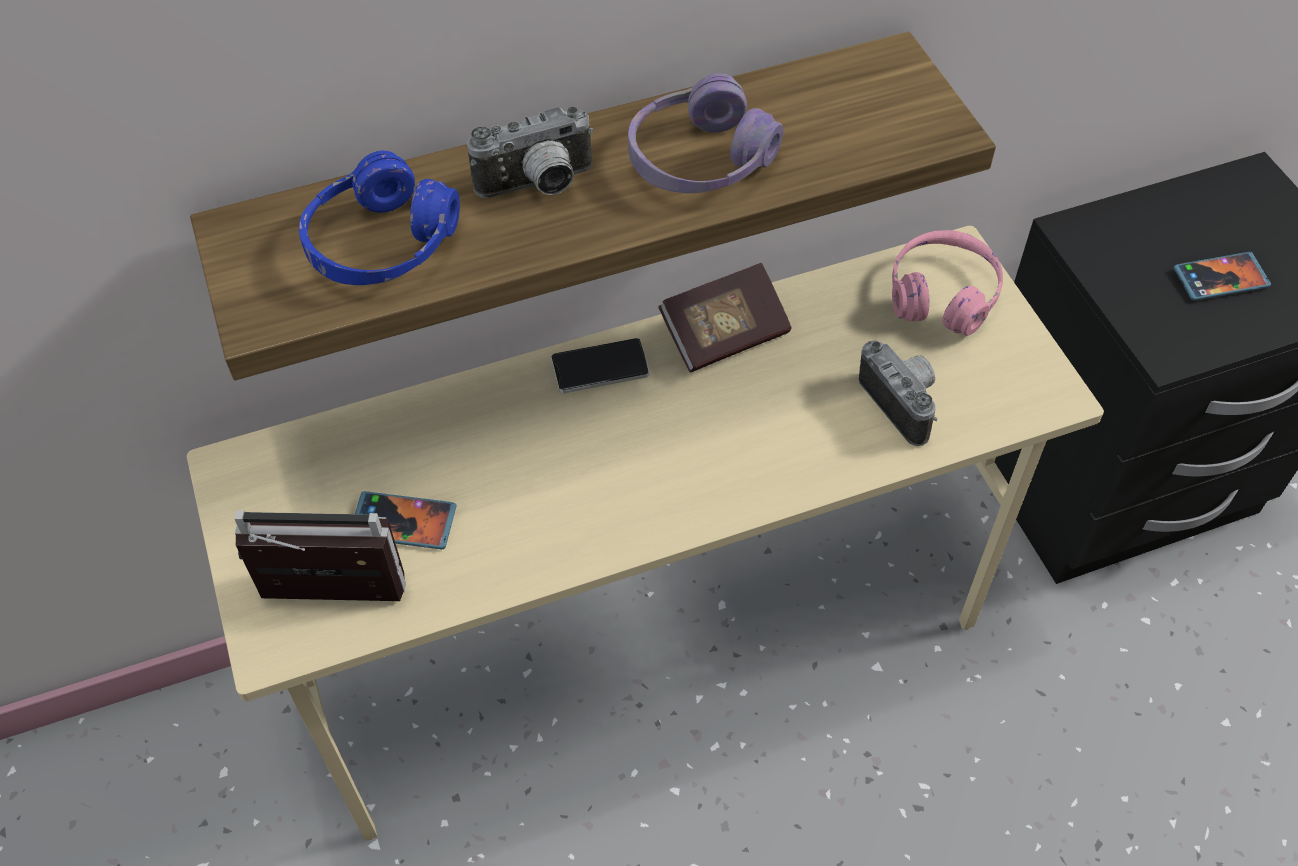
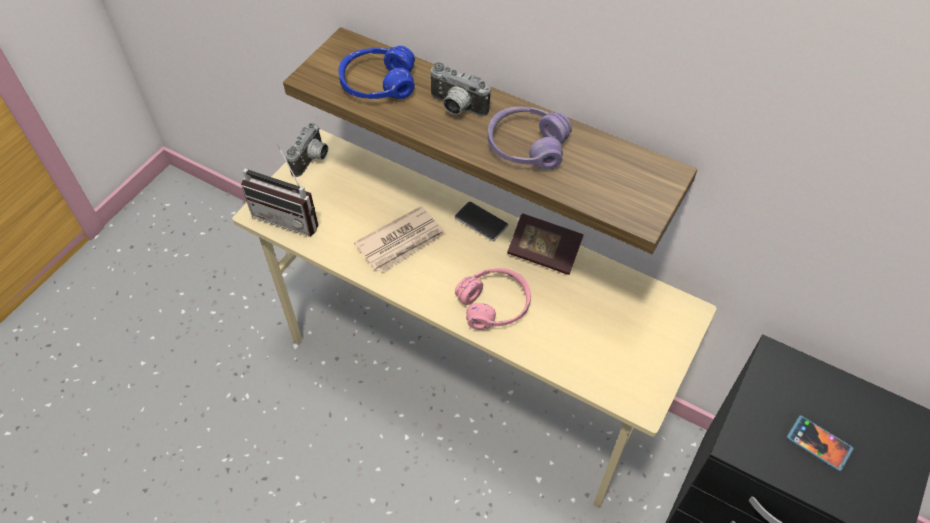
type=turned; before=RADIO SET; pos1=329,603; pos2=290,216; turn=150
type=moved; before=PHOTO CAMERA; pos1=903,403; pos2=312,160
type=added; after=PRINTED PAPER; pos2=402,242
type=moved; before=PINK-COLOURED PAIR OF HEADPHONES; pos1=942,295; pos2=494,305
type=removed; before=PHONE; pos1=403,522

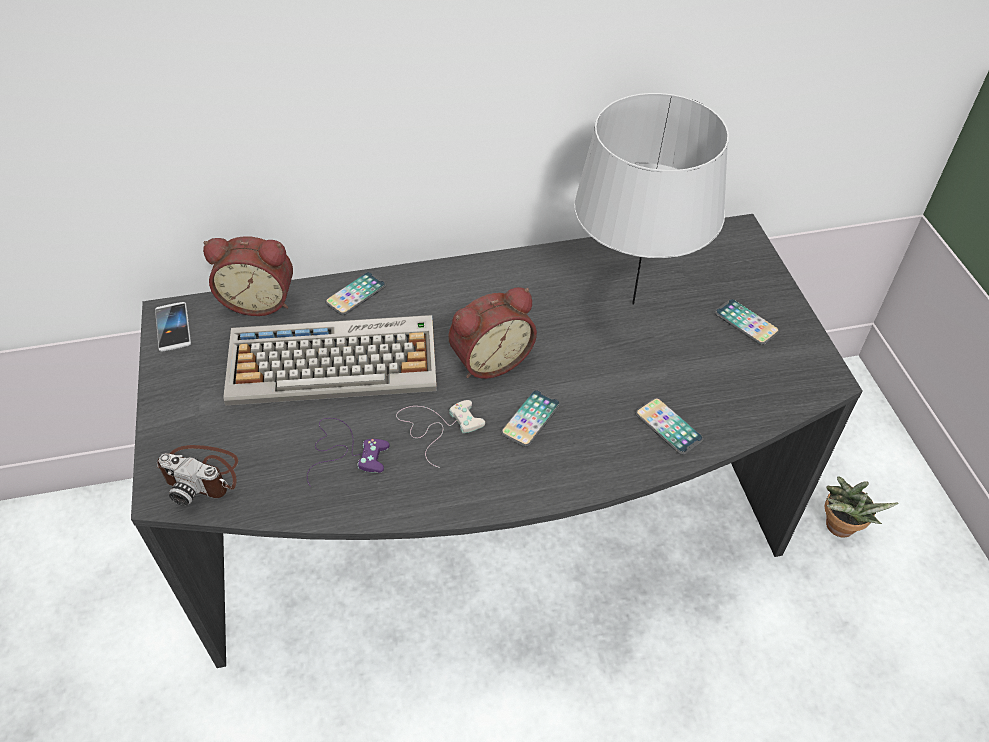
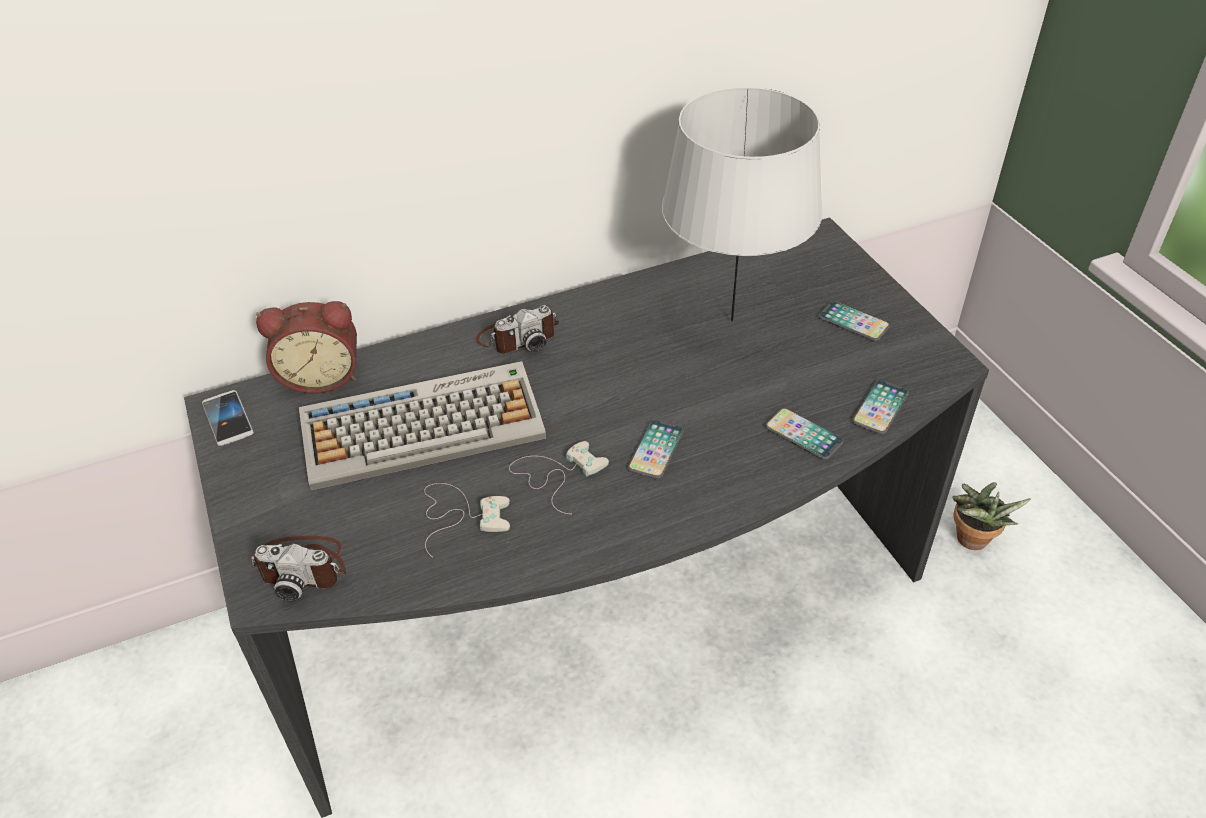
type=recoloured; before=PURPLISH GAMEPAD; after=WHITE GAMEPAD; pos1=345,450; pos2=460,515
type=added; after=PHOTO CAMERA; pos2=518,337
type=moved; before=PHONE; pos1=356,294; pos2=880,408
type=removed; before=TABLE CLOCK; pos1=490,359

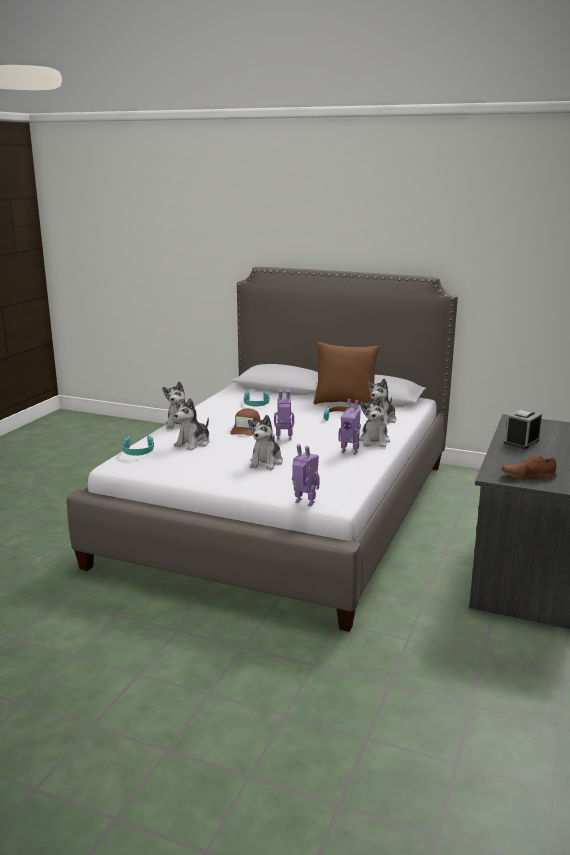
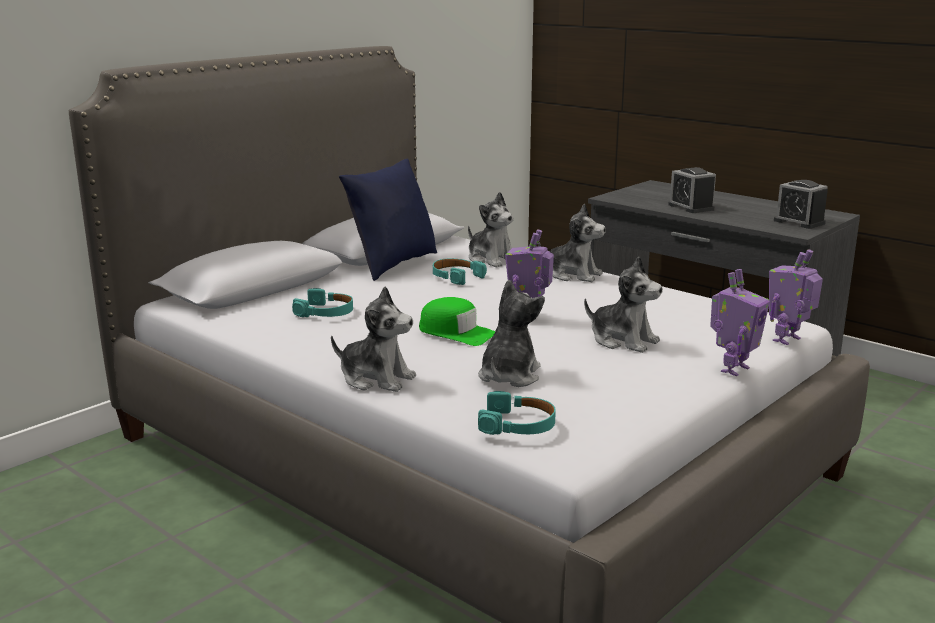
type=recoloured; before=BROWNISH THROW PILLOW; after=BLUISH THROW PILLOW; pos1=345,403; pos2=392,265
type=recoloured; before=BROWNISH CAP; after=GREEN-COLOURED CAP; pos1=246,428; pos2=457,332
type=turned; before=CUDDLY TOY; pos1=193,443; pos2=509,376; turn=-120
type=moved; before=MODEL ROBOT; pos1=350,451; pos2=733,369
type=replaced; before=BROWNISH LOW SHOE; after=TABLE CLOCK; pos1=527,476; pos2=799,222

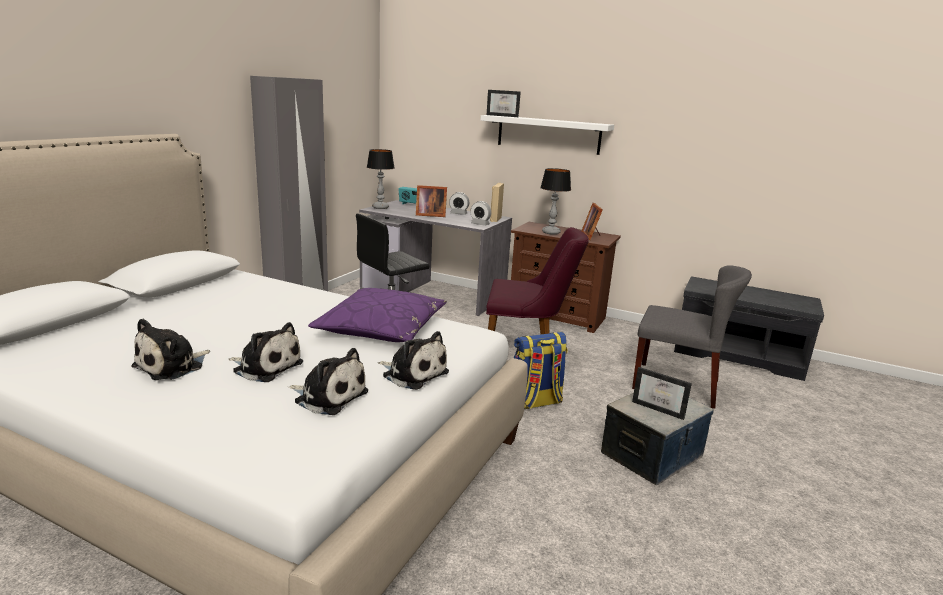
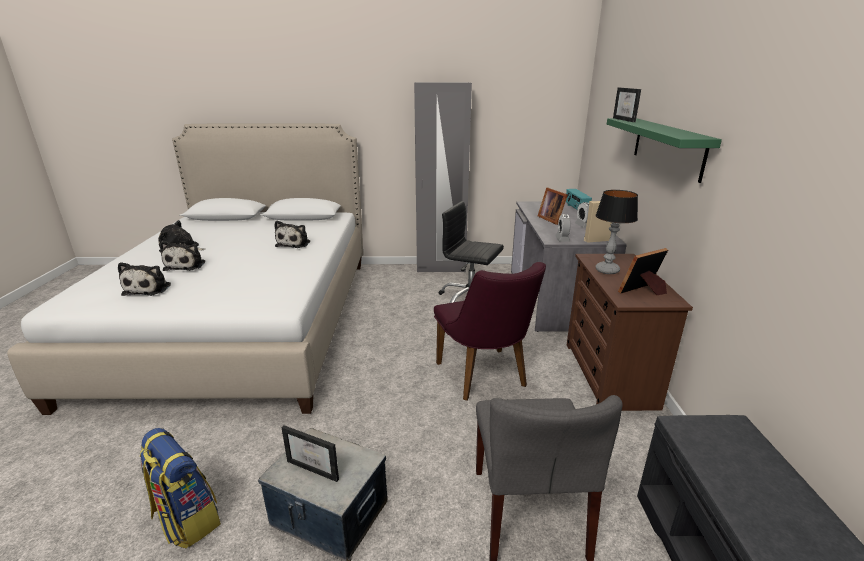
type=moved; before=RUCKSACK; pos1=534,402; pos2=186,519
type=moved; before=CUDDLY TOY; pos1=413,373; pos2=294,243
type=turned; before=PICTURE FRAME; pos1=660,408; pos2=317,466; turn=-75
type=recoloured; before=WHITE BRACKET SHELF; after=GREEN-COLOURED BRACKET SHELF; pos1=548,134; pos2=667,147
type=removed; before=PURPLISH THROW PILLOW; pos1=381,328
type=removed; before=TABLE LAMP; pos1=380,207

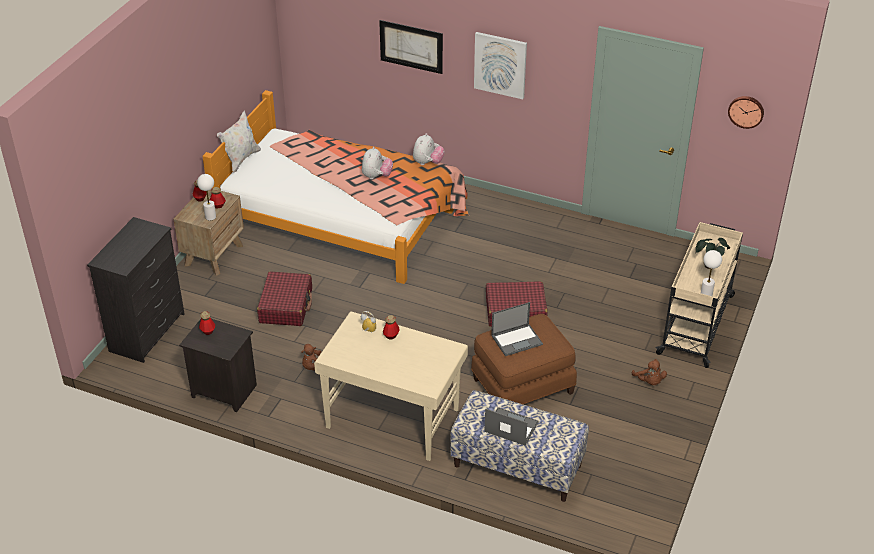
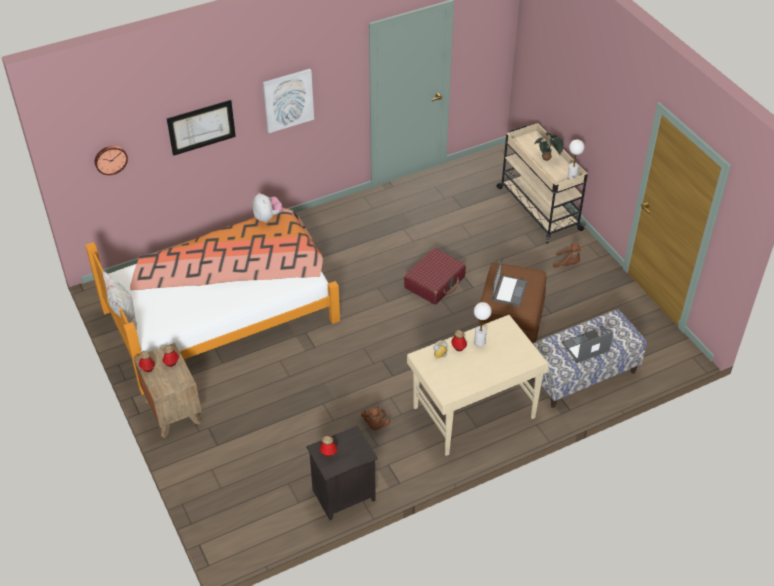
type=moved; before=WALL CLOCK; pos1=746,111; pos2=110,159
type=moved; before=WHITE TABLE LAMP; pos1=210,217; pos2=479,342
type=removed; before=BLACK-COLOURED DRAWER CHEST; pos1=148,332
type=removed; before=RED-COLOURED SUITCASE; pos1=286,306
type=removed; before=CUDDLY TOY; pos1=376,176

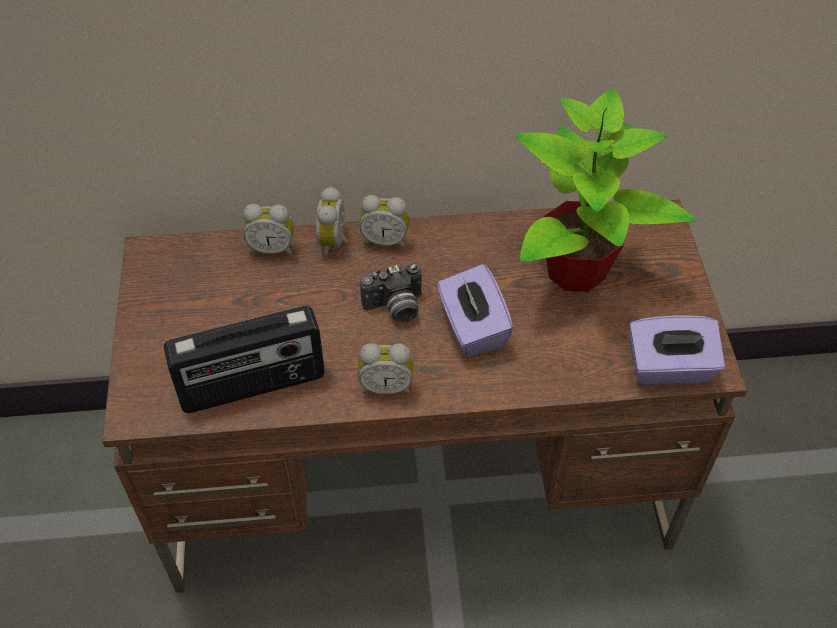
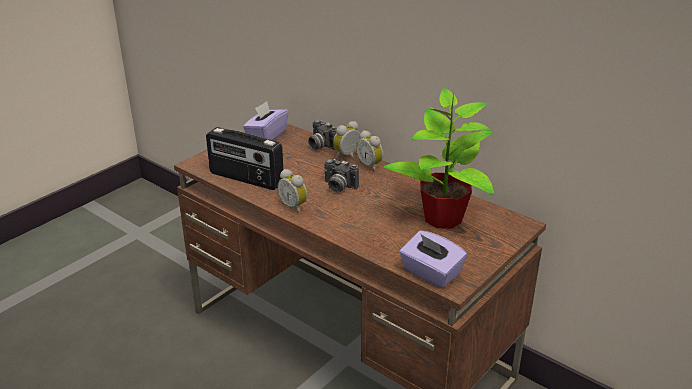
type=moved; before=PURPLISH BOX OF TISSUES; pos1=472,328; pos2=266,136
type=replaced; before=TABLE CLOCK; after=PHOTO CAMERA; pos1=272,248; pos2=320,146

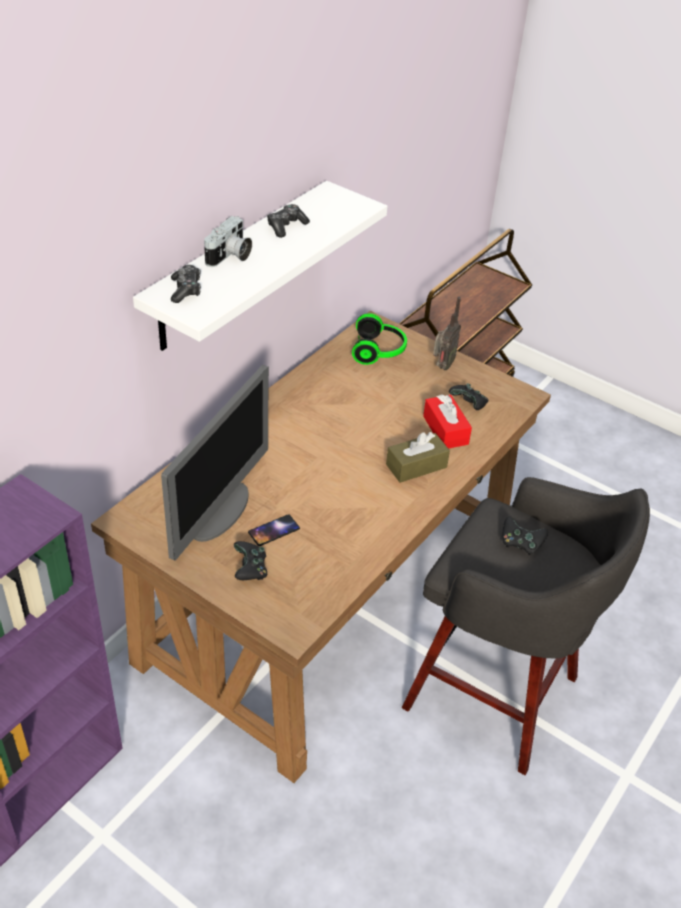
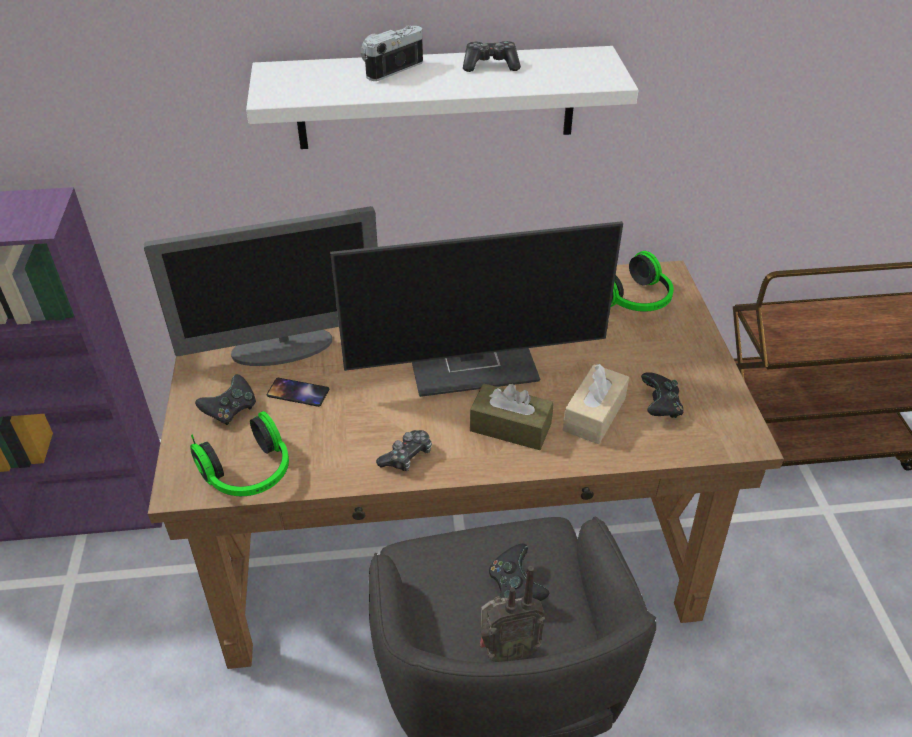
type=added; after=PAIR OF HEADPHONES; pos2=249,474
type=added; after=COMPUTER DISPLAY; pos2=475,364
type=turned; before=PHOTO CAMERA; pos1=230,256; pos2=389,67; turn=150
type=moved; before=GAMEPAD; pos1=186,290; pos2=407,456
type=moved; before=RADIO SET; pos1=442,366; pos2=507,650
type=recoloured; before=RED-COLOURED BOX OF TISSUES; after=BEIGE BOX OF TISSUES; pos1=445,430; pos2=594,414

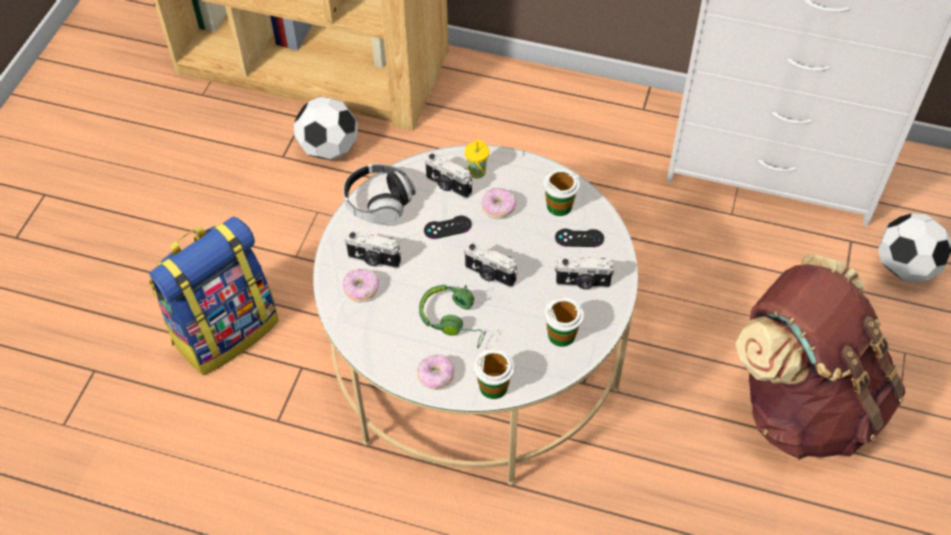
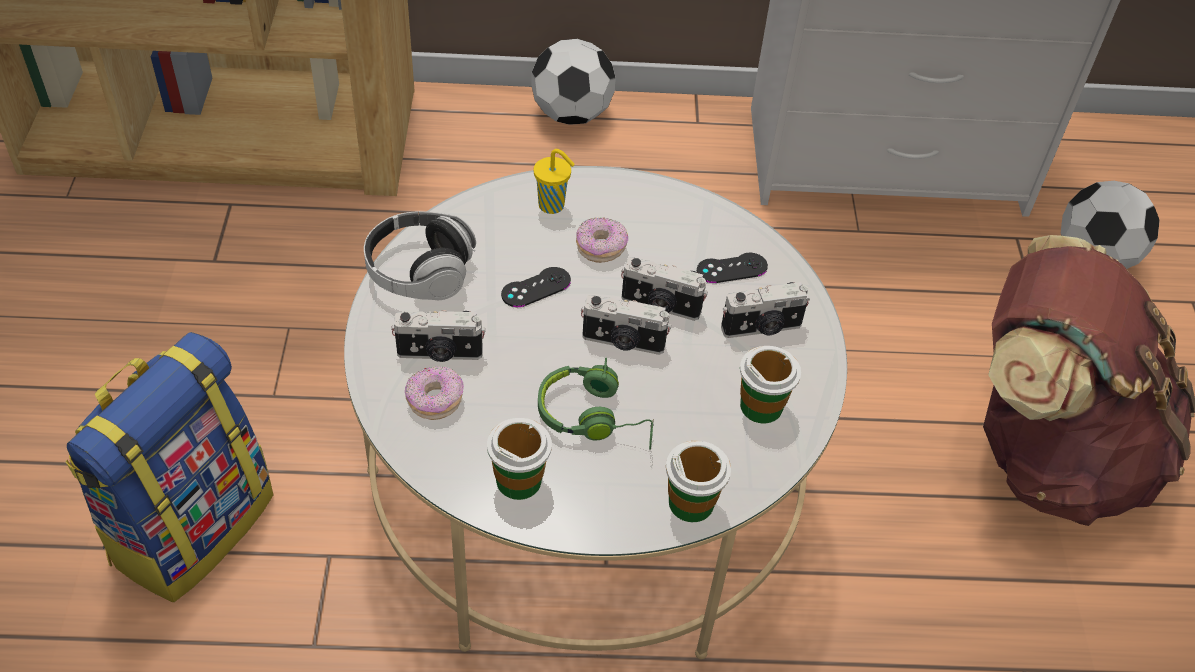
type=moved; before=DRINKING CUP; pos1=559,206; pos2=519,480
type=moved; before=FOOTBALL BALL; pos1=329,149; pos2=571,114
type=moved; before=PHOTO CAMERA; pos1=448,186; pos2=660,306
type=removed; before=DOUGHNUT; pos1=436,376

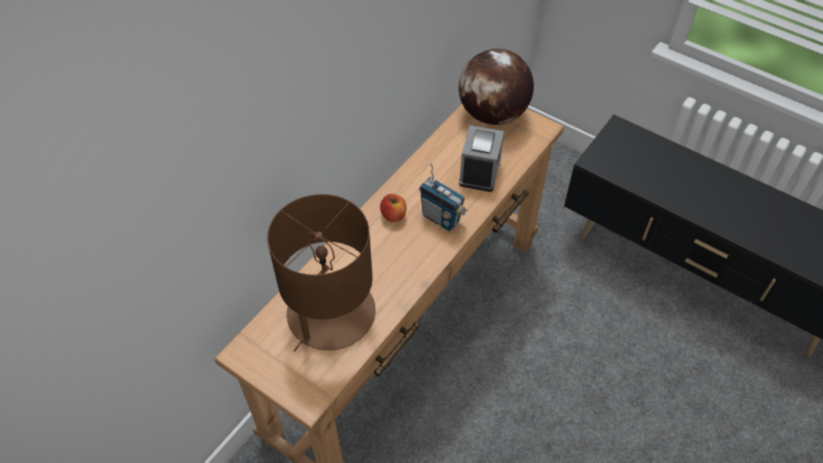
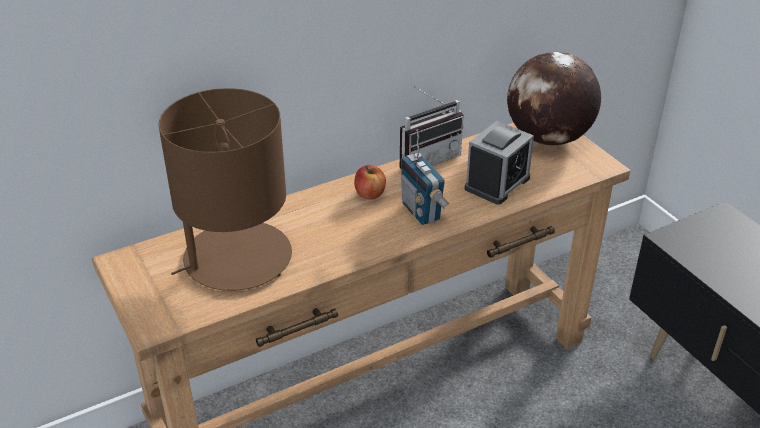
type=added; after=RADIO SET; pos2=426,158

